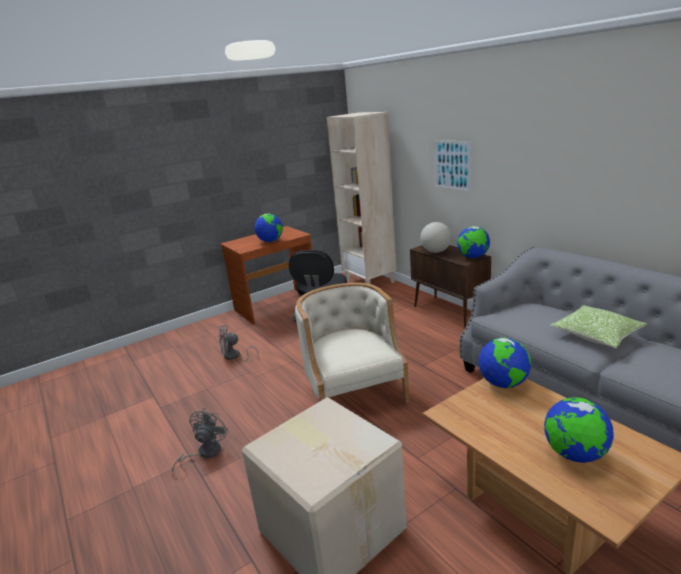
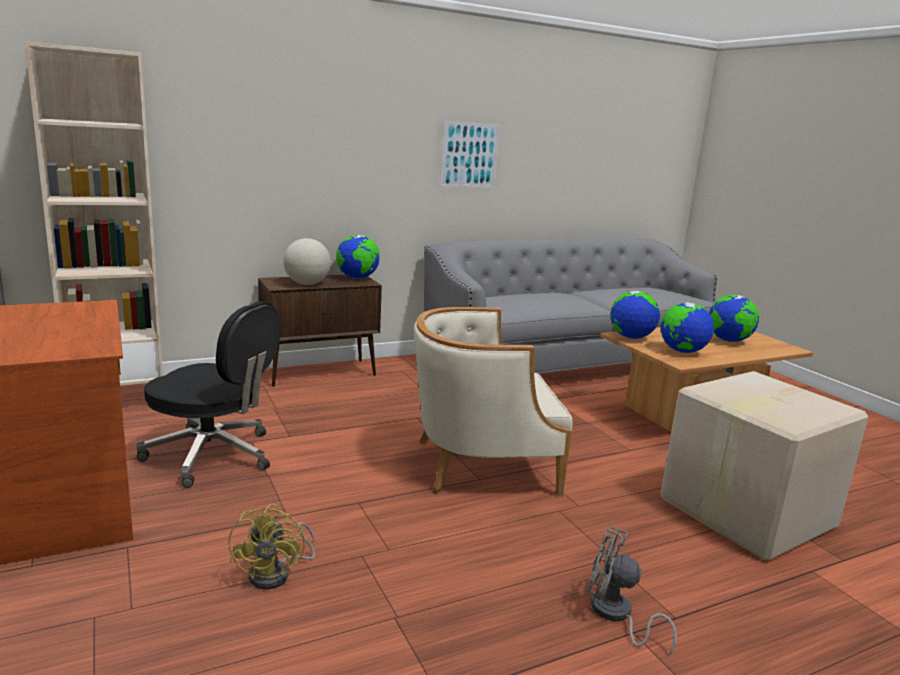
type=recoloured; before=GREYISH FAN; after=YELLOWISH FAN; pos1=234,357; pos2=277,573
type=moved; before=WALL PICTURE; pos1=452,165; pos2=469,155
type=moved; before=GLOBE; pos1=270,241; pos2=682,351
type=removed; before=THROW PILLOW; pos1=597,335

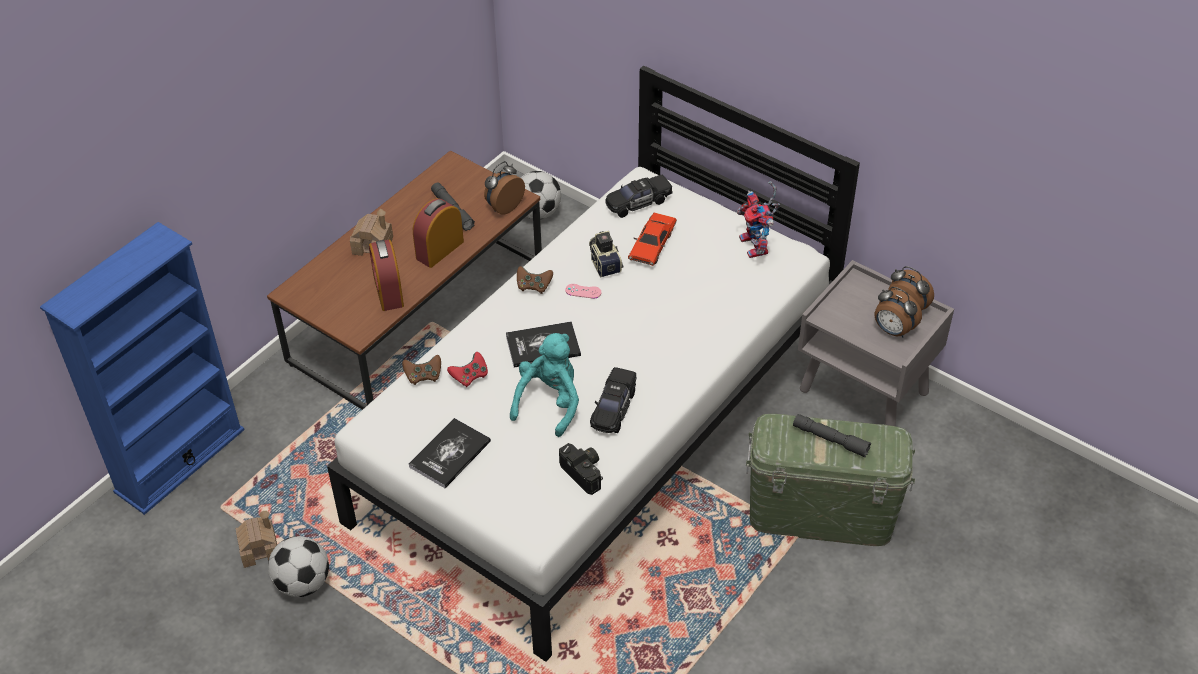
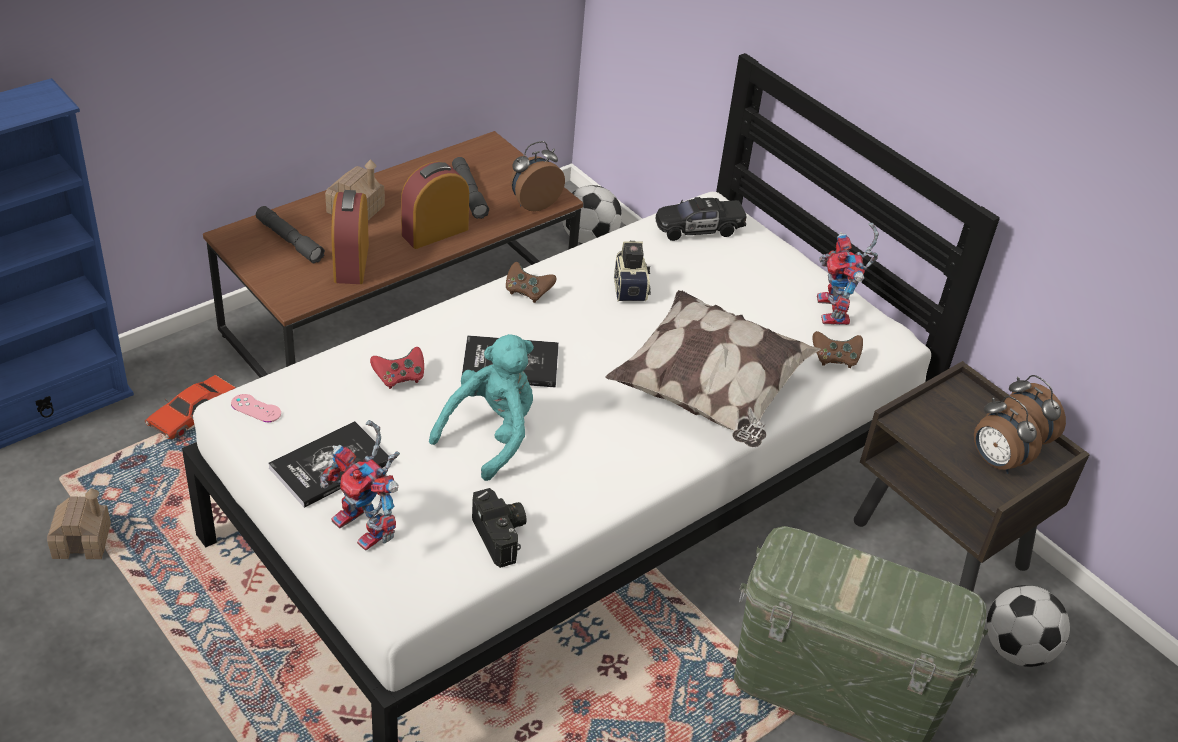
type=moved; before=RED-COLOURED MINIATURE CAR; pos1=652,245; pos2=193,414
type=moved; before=PINK-COLOURED GAMEPAD; pos1=583,291; pos2=256,408
type=moved; before=GREYISH HAND TORCH; pos1=830,439; pos2=289,240
type=added; after=MODEL ROBOT; pos2=368,528
type=added; after=THROW PILLOW; pos2=709,394
type=moved; before=BROWNISH GAMEPAD; pos1=423,376; pos2=835,359
type=recoloured; before=GREYISH NIGHT TABLE; after=BROWNISH NIGHT TABLE; pos1=865,392; pos2=941,545
type=moved; before=FOOTBALL BALL; pos1=303,583; pos2=1017,650
type=removed; before=BLACK-COLOURED MINIATURE CAR; pos1=613,408

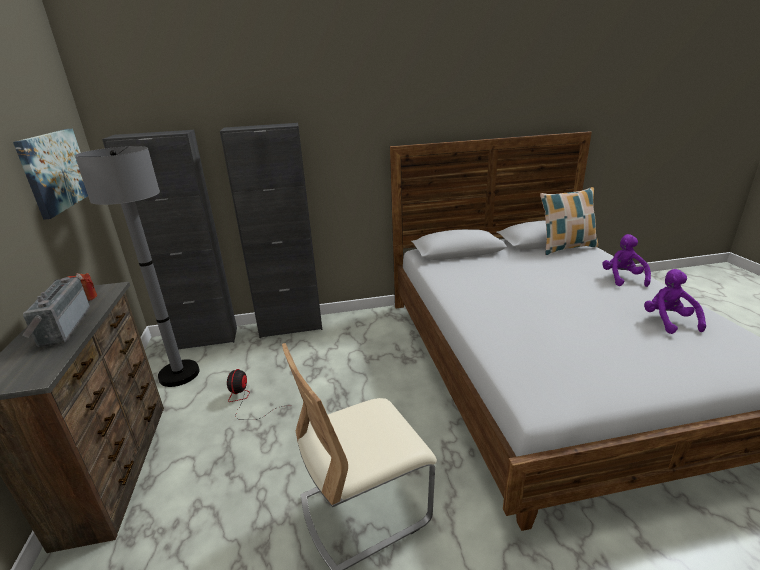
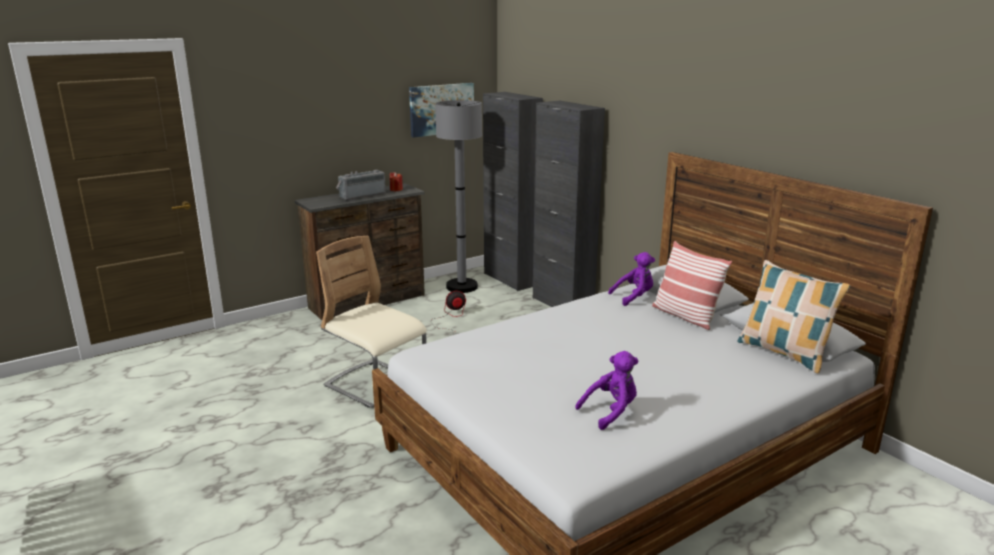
type=moved; before=PURPLISH CUDDLY TOY; pos1=622,278; pos2=634,297
type=added; after=THROW PILLOW; pos2=685,316

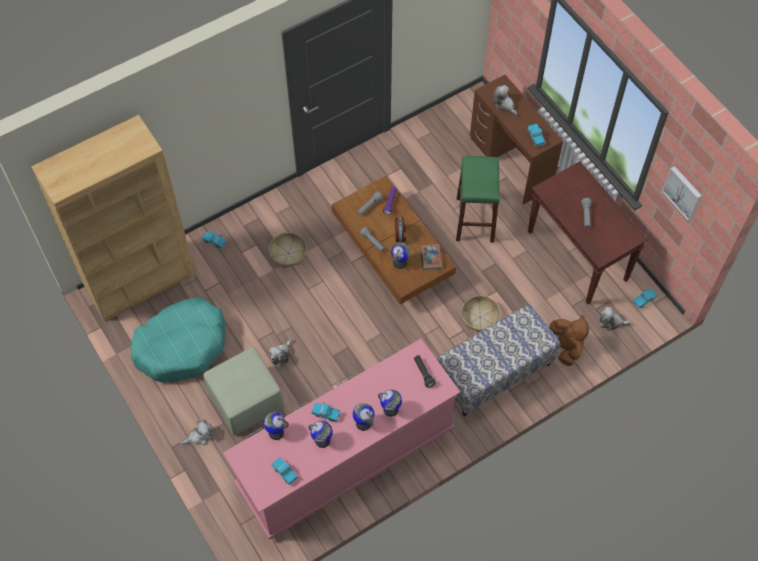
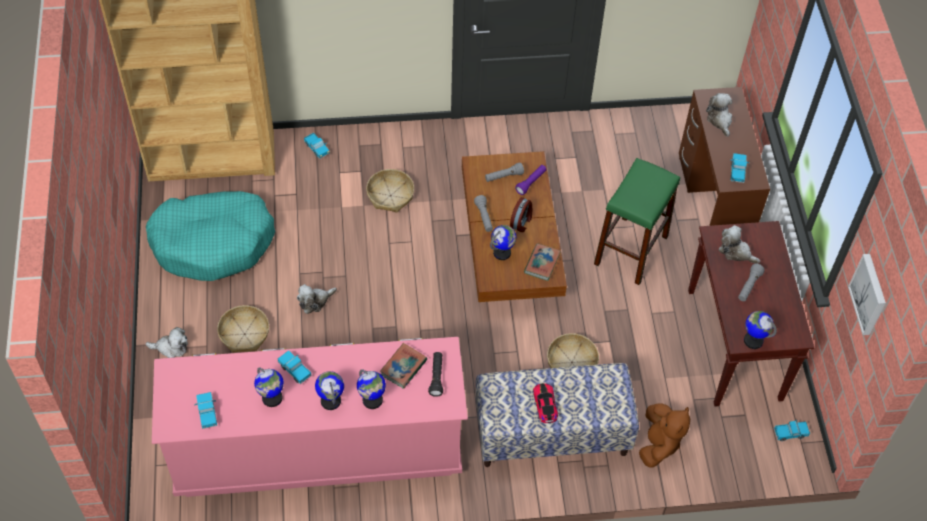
type=replaced; before=GREEN-COLOURED FOOTREST; after=STORAGE BASKET; pos1=245,402; pos2=244,334
type=added; after=BOOK; pos2=403,367
type=added; after=MINIATURE CAR; pos2=545,405
type=moved; before=CUDDLY TOY; pos1=611,322; pos2=736,252
type=moved; before=GLOBE; pos1=276,432; pos2=753,340

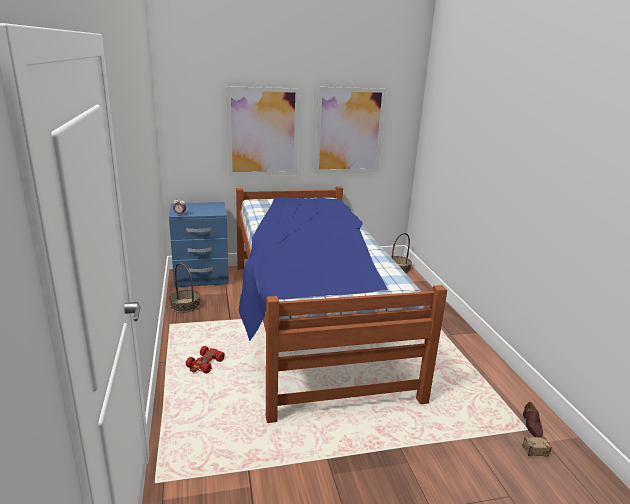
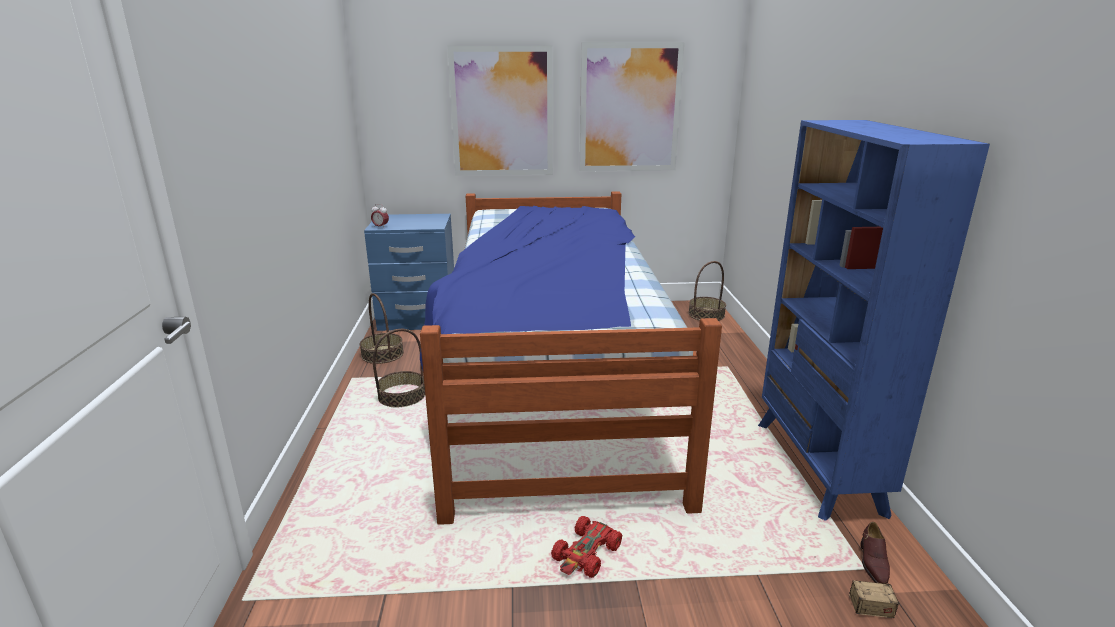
type=added; after=STORAGE BASKET; pos2=402,396
type=moved; before=RED-COLOURED MINIATURE CAR; pos1=205,364; pos2=586,554
type=added; after=BLUISH BOOKSHELF; pos2=817,467

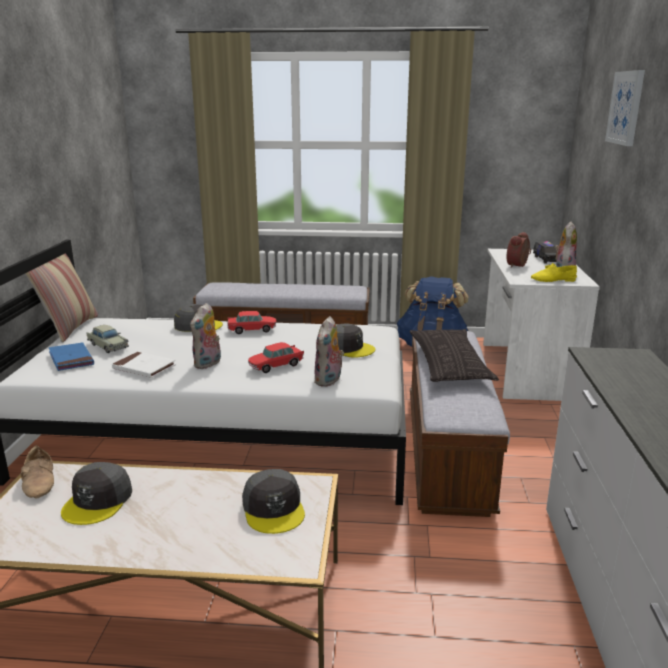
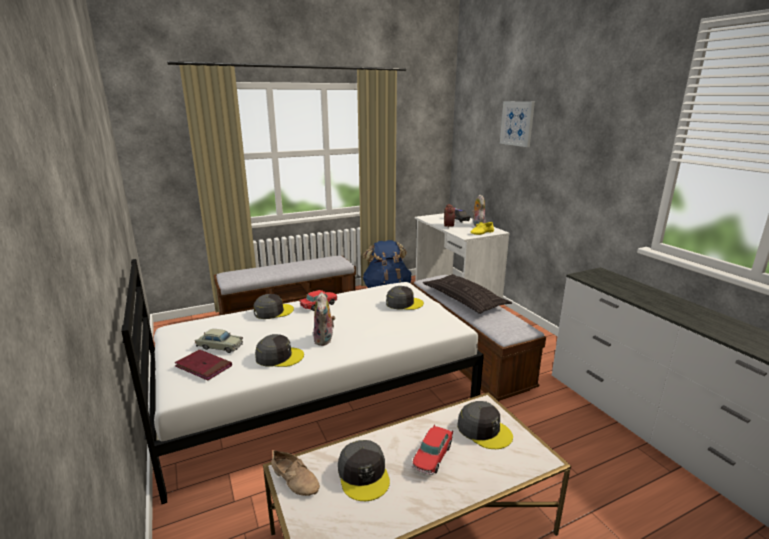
type=recoloured; before=BLUISH BOOK; after=RED-COLOURED BOOK; pos1=71,359; pos2=203,367
type=replaced; before=WHITE BOOK; after=GREYISH CAP; pos1=144,368; pos2=279,356
type=moved; before=MINIATURE CAR; pos1=276,366; pos2=432,456
type=removed; before=THROW PILLOW; pos1=69,328
type=removed; before=CUDDLY TOY; pos1=329,381

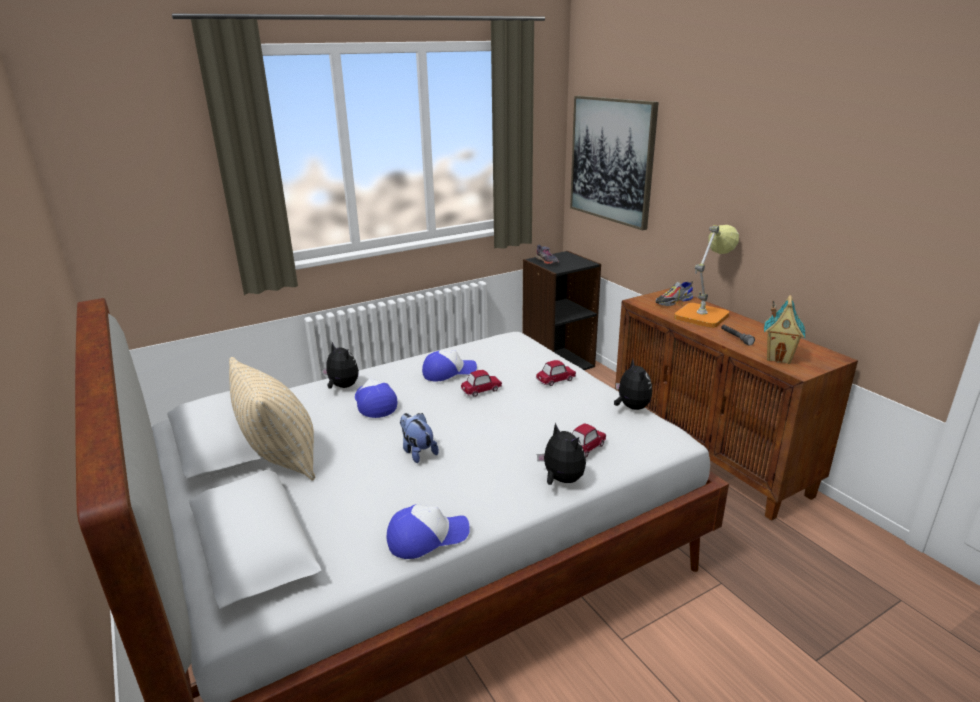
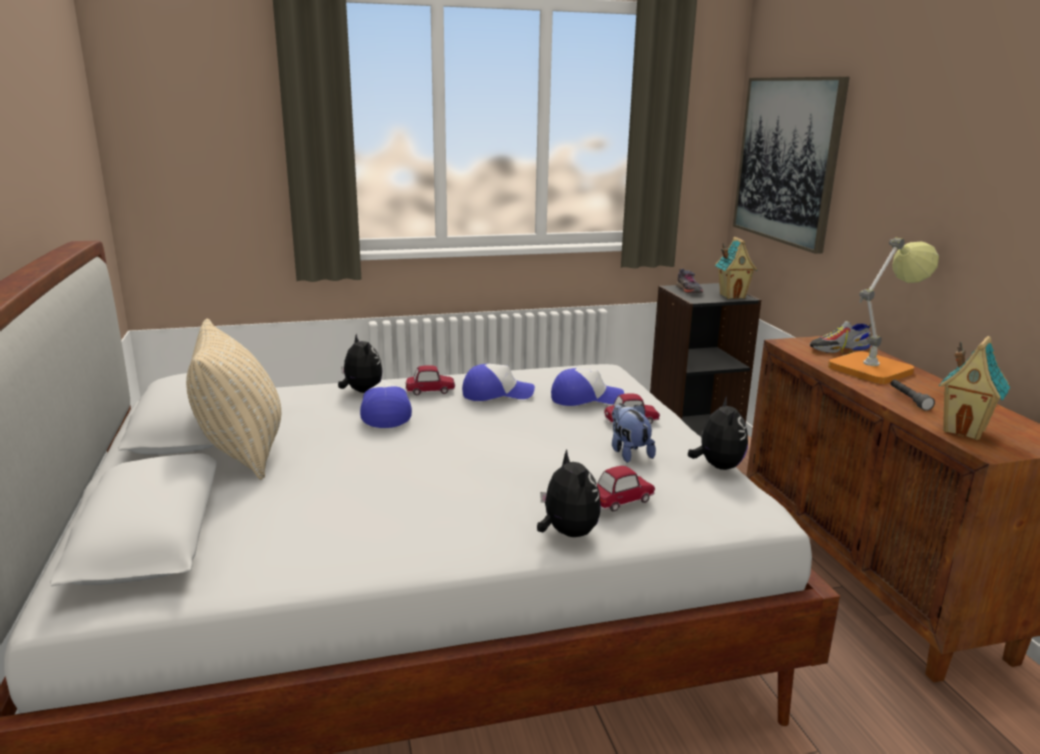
type=moved; before=MINIATURE CAR; pos1=481,390; pos2=430,390
type=moved; before=CAP; pos1=427,537; pos2=585,398
type=moved; before=CUDDLY TOY; pos1=417,452; pos2=628,452
type=added; after=MINIATURE HOUSE; pos2=732,296

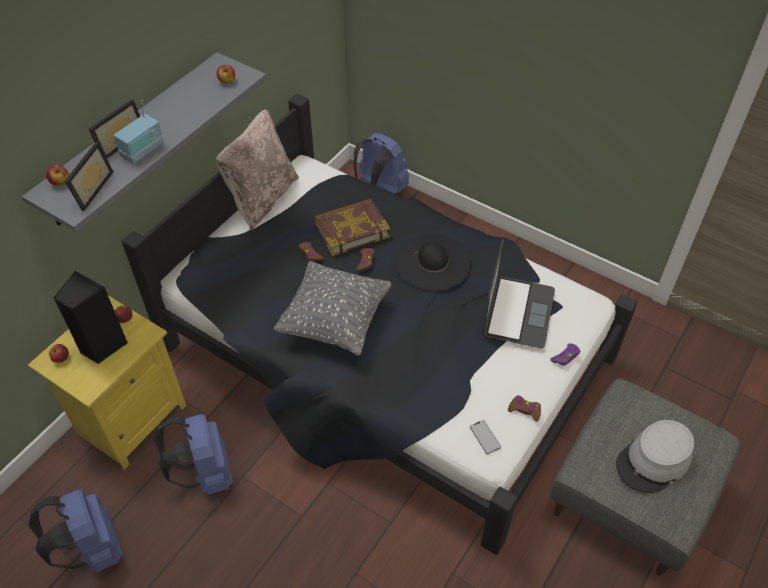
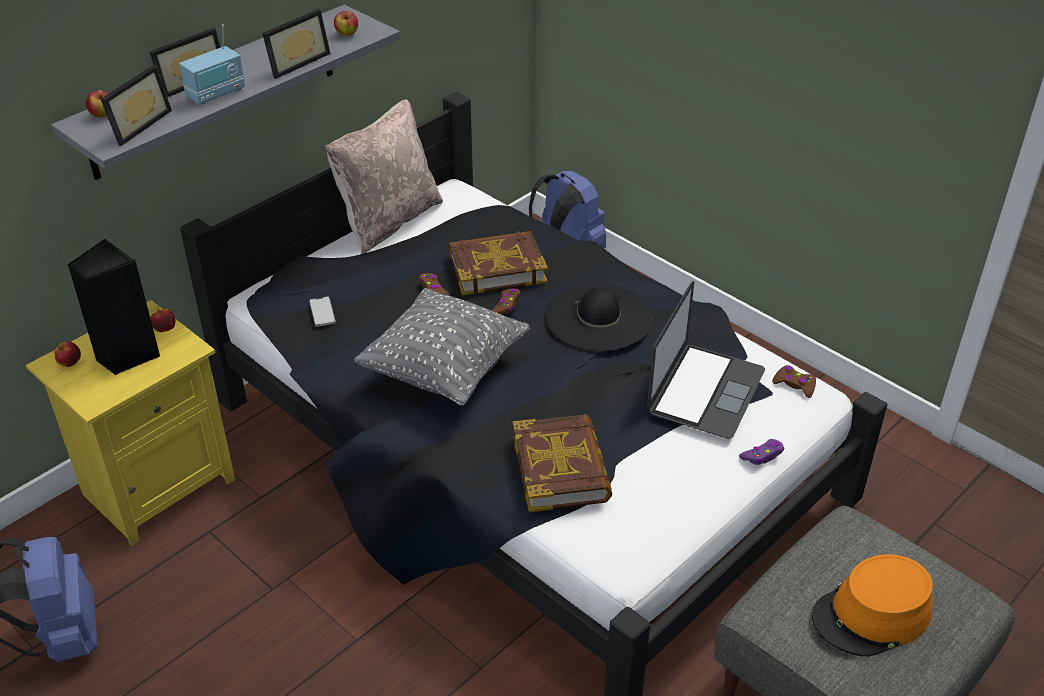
type=added; after=PICTURE FRAME; pos2=295,62
type=moved; before=PHONE; pos1=485,437; pos2=322,312
type=added; after=BOOK; pos2=561,469
type=moved; before=BROWNISH GAMEPAD; pos1=524,410; pos2=794,385
type=recoloured; before=GREYISH HAT; after=ORANGE-COLOURED HAT; pos1=654,461; pos2=872,615
type=removed; before=BLUISH RUCKSACK; pos1=205,473

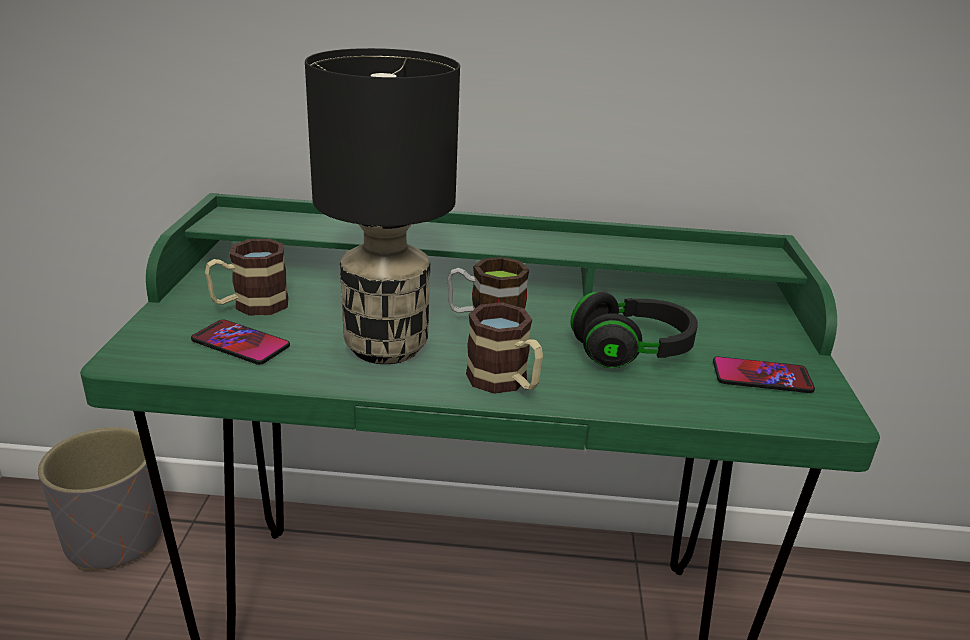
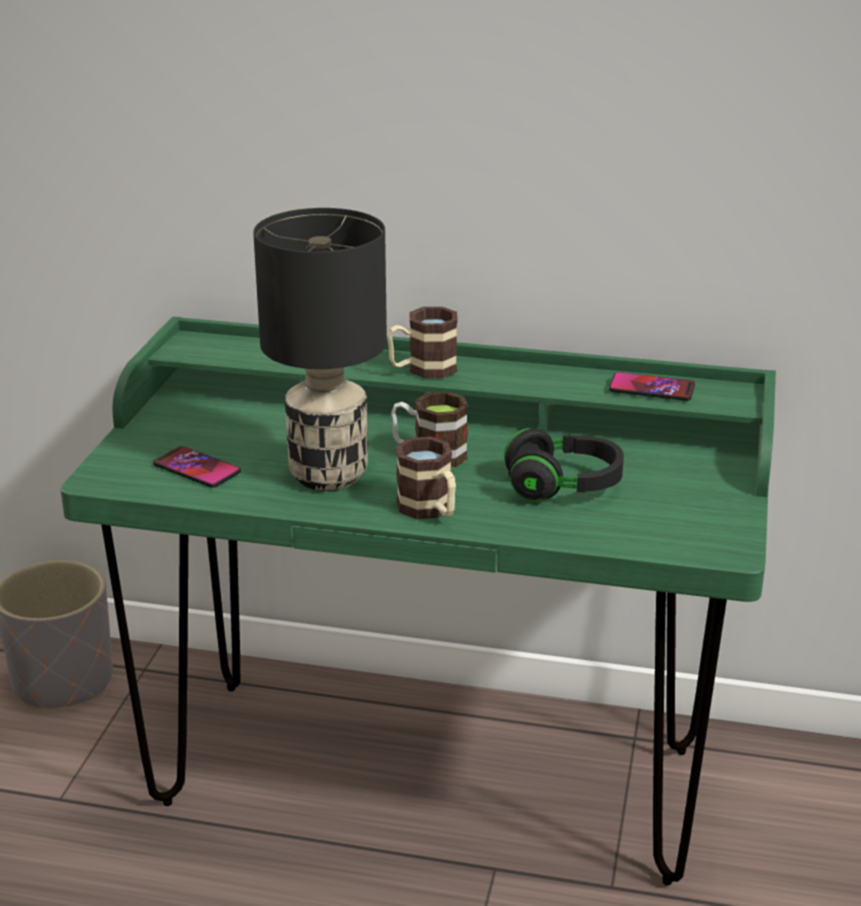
type=moved; before=MUG; pos1=250,306; pos2=422,370
type=moved; before=PHONE; pos1=761,377; pos2=651,388

